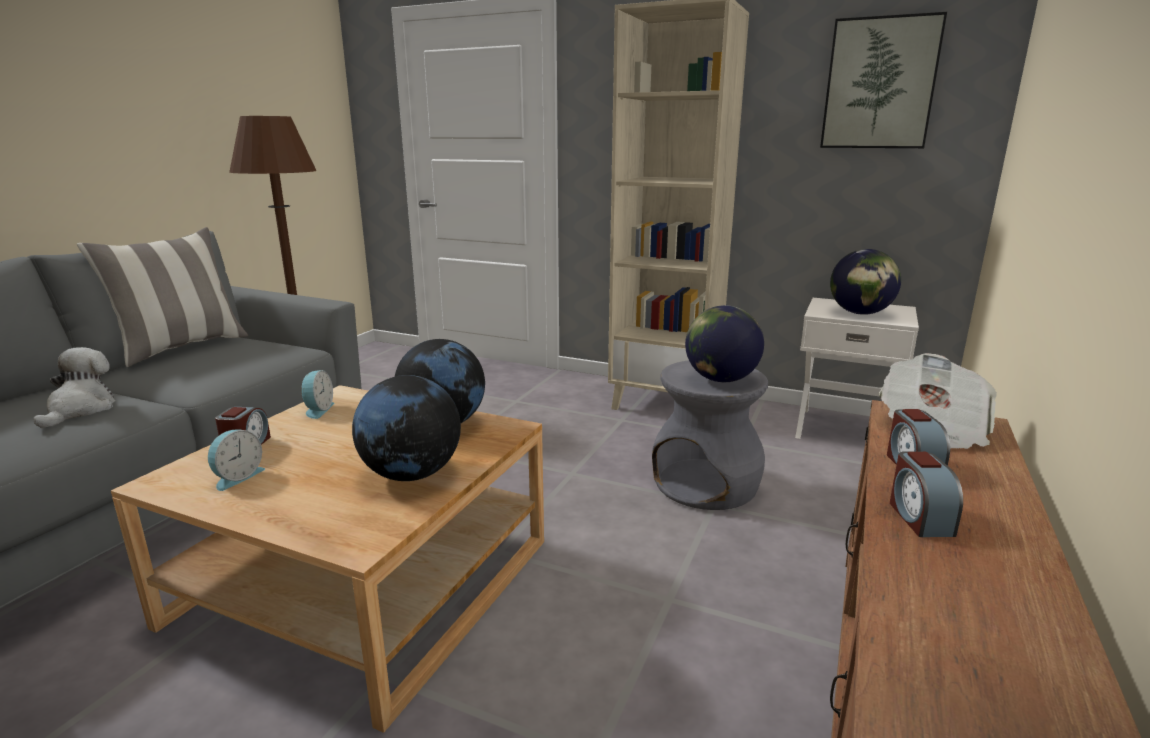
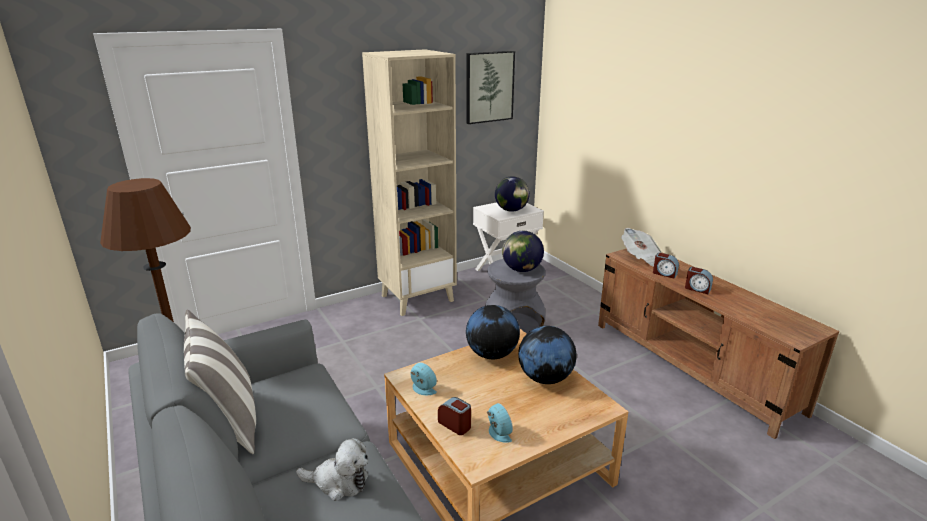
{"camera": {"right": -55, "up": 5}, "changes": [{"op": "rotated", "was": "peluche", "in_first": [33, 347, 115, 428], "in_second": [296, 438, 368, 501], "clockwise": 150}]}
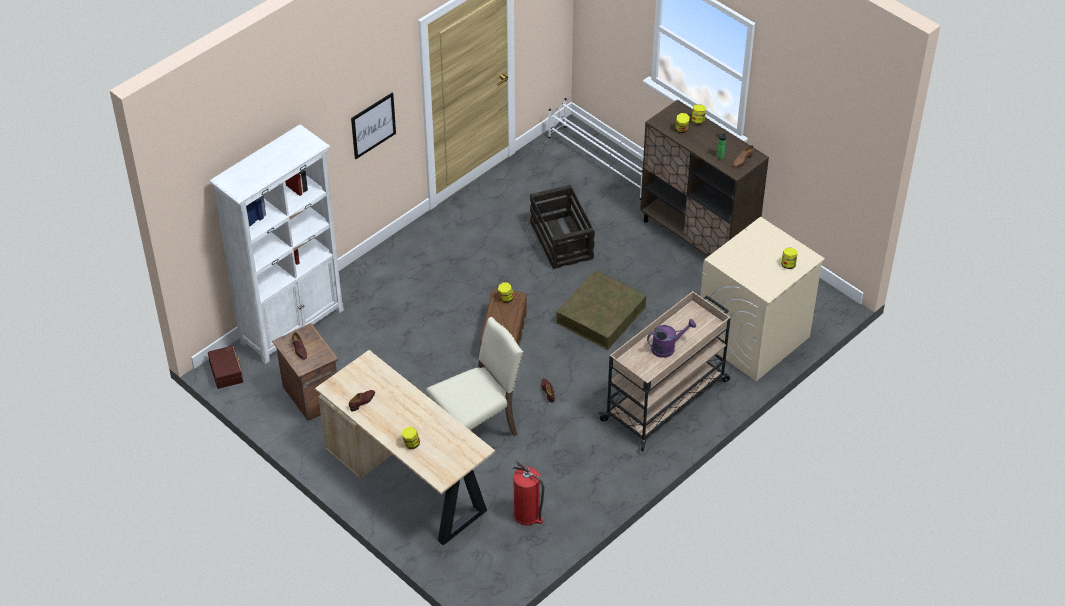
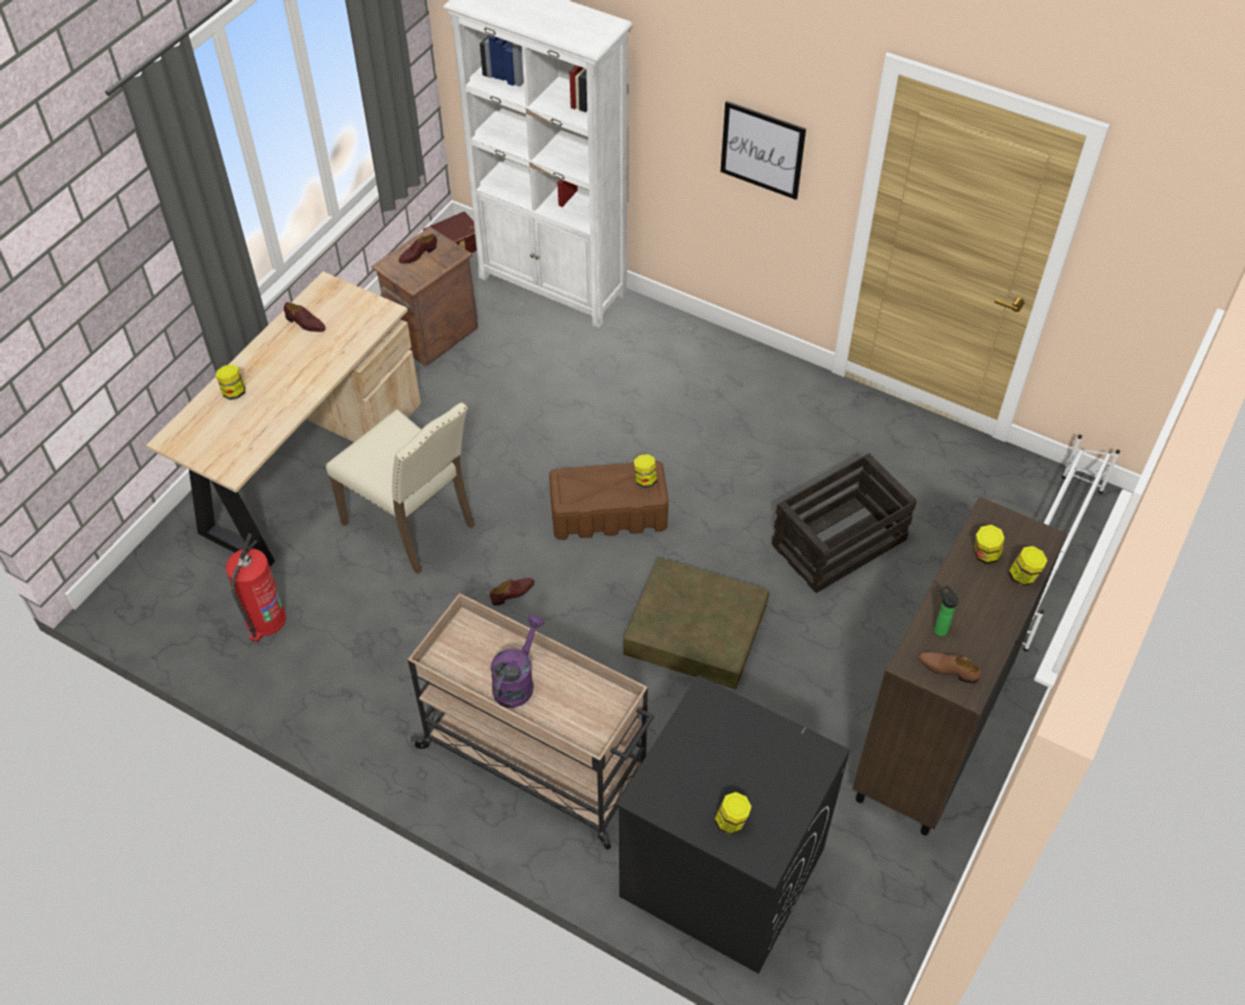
{"camera": {"right": 75, "up": 5}, "changes": [{"op": "rotated", "was": "arrosoir/violet", "in_first": [647, 319, 696, 358], "in_second": [490, 615, 544, 708], "clockwise": -120}, {"op": "repainted", "was": "lave-linge/beige", "now": "lave-linge/noir", "in_first": [700, 217, 825, 381], "in_second": [616, 675, 850, 974]}]}
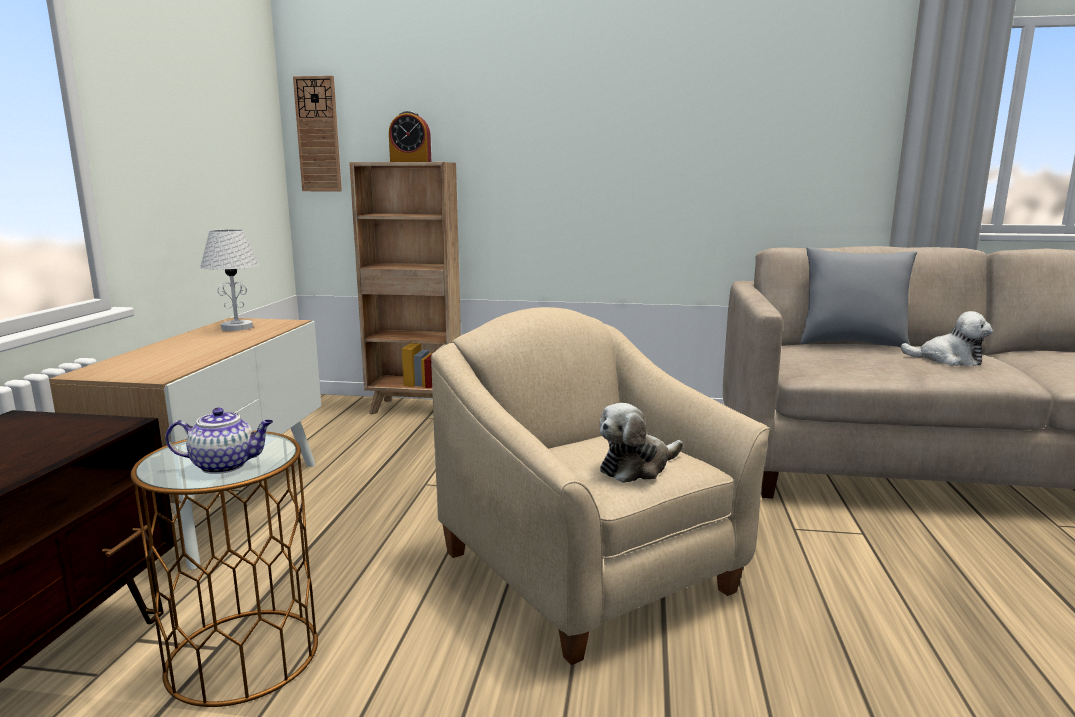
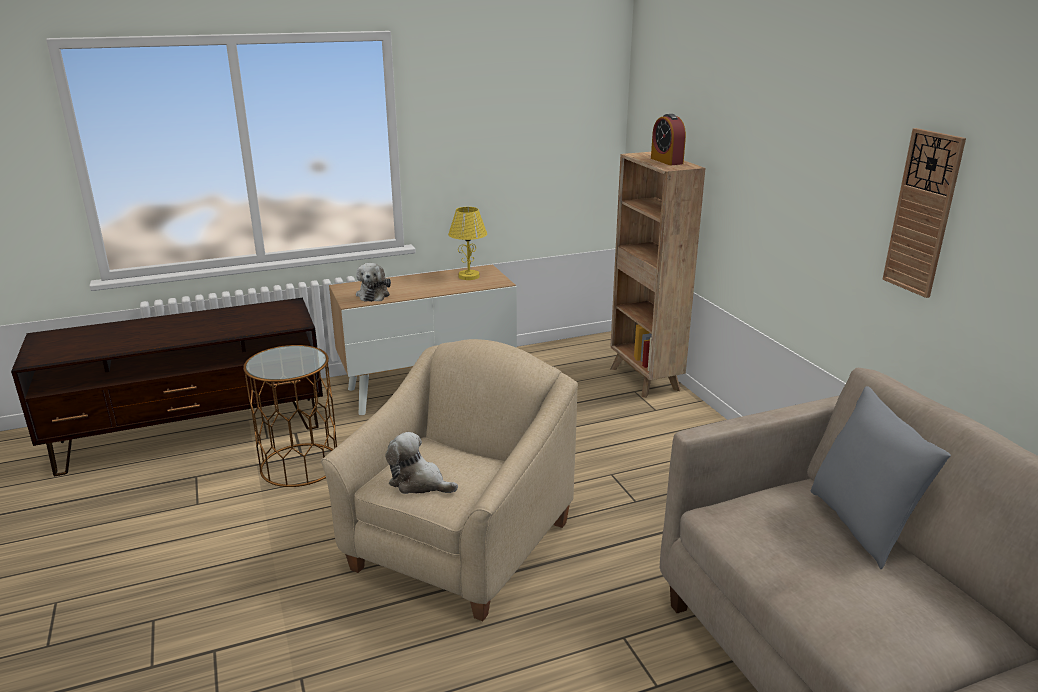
{"camera": {"right": 60, "up": 10}, "changes": [{"op": "gone", "was": "théière", "in_first": [165, 408, 273, 474]}, {"op": "repainted", "was": "lampe de table/blanc", "now": "lampe de table/jaune", "in_first": [200, 229, 260, 331], "in_second": [448, 207, 487, 280]}, {"op": "shifted", "was": "horloge murale", "in_first": [293, 76, 342, 191], "in_second": [883, 128, 966, 298]}, {"op": "shifted", "was": "peluche", "in_first": [901, 311, 993, 366], "in_second": [356, 263, 391, 302]}]}
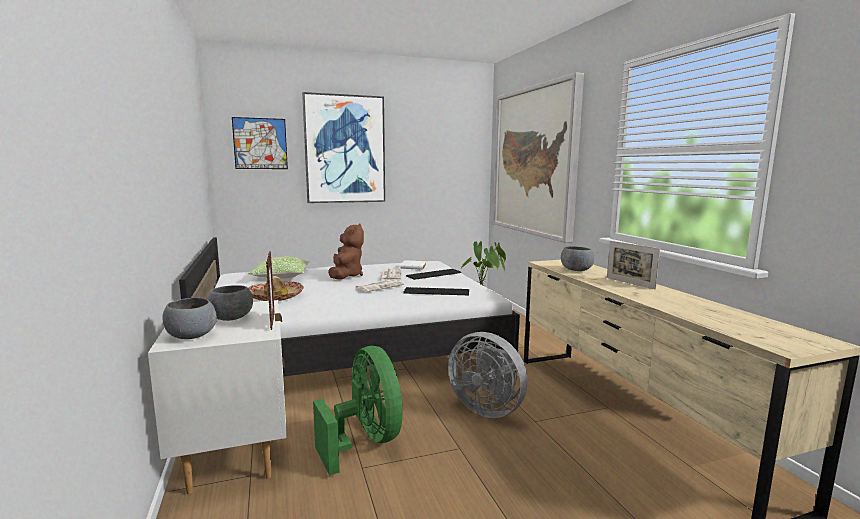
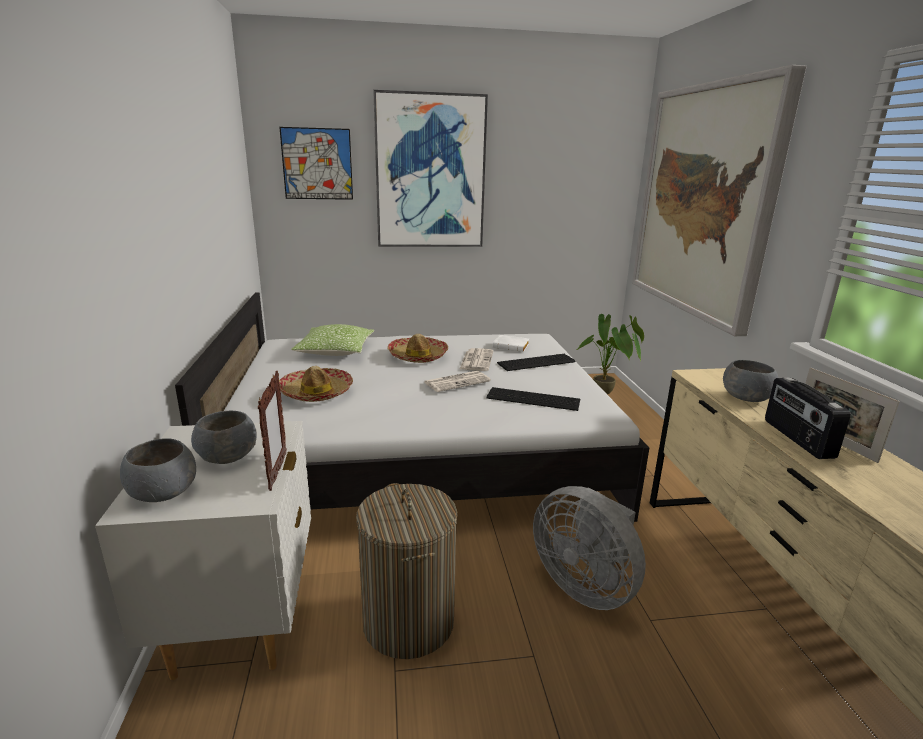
{"camera": {"right": 10, "up": 10}, "changes": [{"op": "swapped", "was": "ventilateur/vert", "now": "panier à linge", "in_first": [313, 346, 403, 476], "in_second": [356, 483, 457, 659]}, {"op": "swapped", "was": "peluche/marron", "now": "chapeau", "in_first": [328, 223, 364, 280], "in_second": [387, 334, 448, 363]}, {"op": "new", "now": "radio", "in_second": [765, 378, 851, 459]}]}
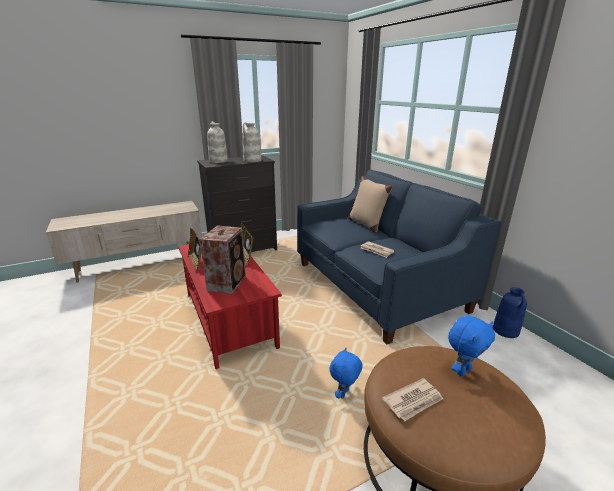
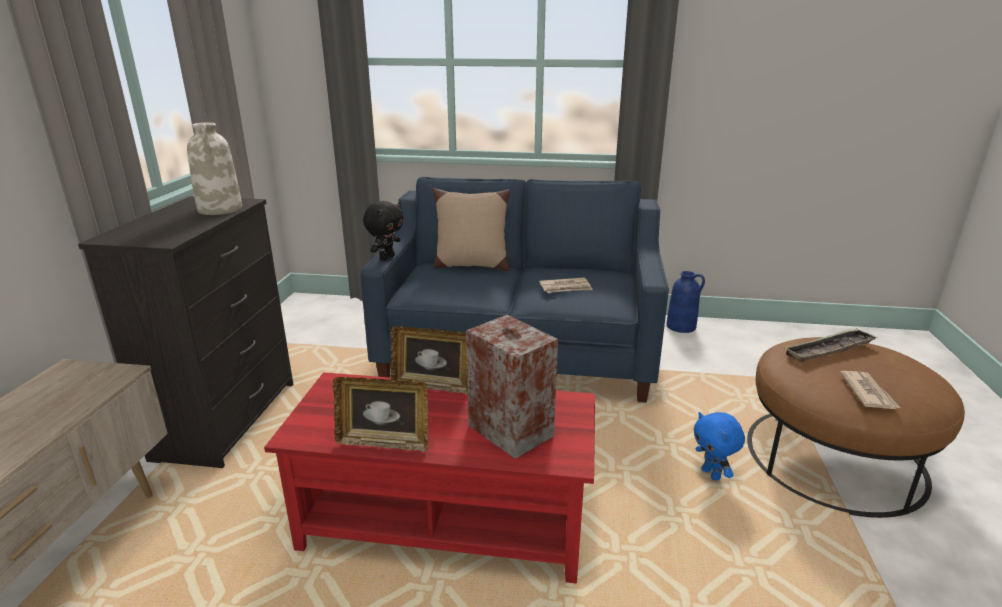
{"camera": {"right": -55, "up": 0}, "changes": [{"op": "gone", "was": "vase/blanc", "in_first": [207, 121, 228, 163]}, {"op": "swapped", "was": "peluche/bleu", "now": "plateau", "in_first": [448, 316, 495, 377], "in_second": [785, 328, 878, 362]}, {"op": "new", "now": "peluche/noir", "in_second": [363, 201, 404, 261]}]}
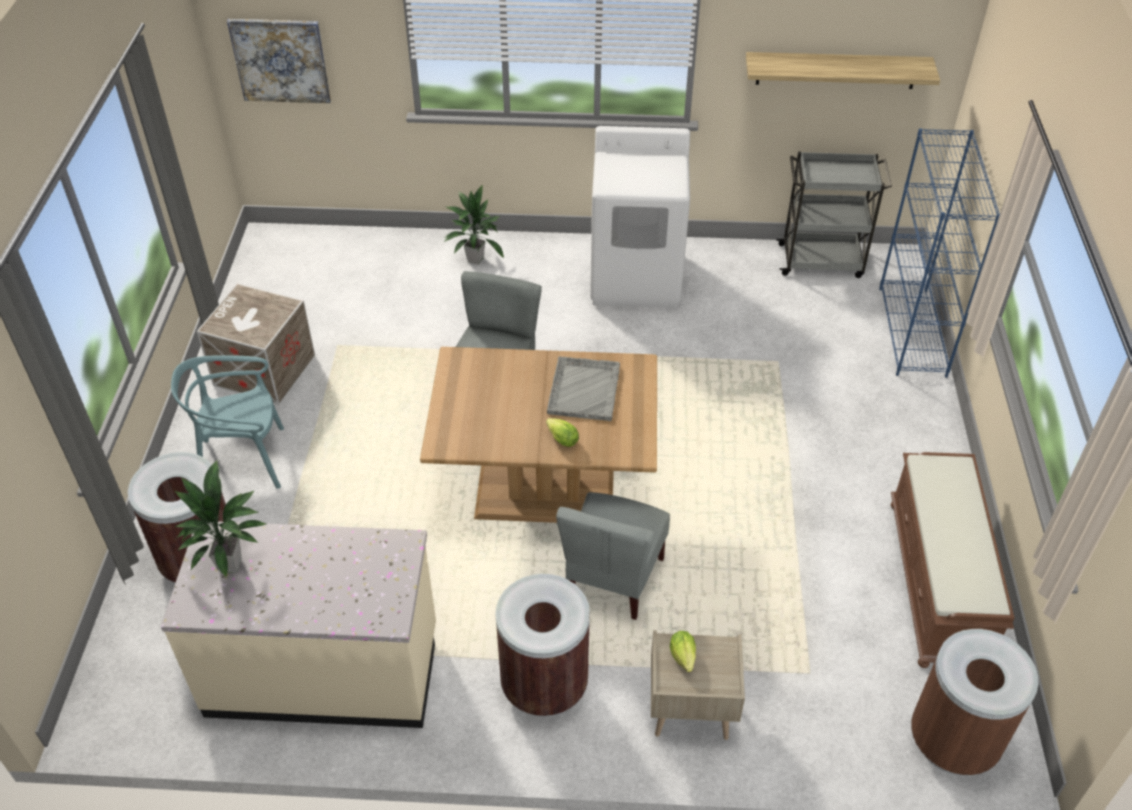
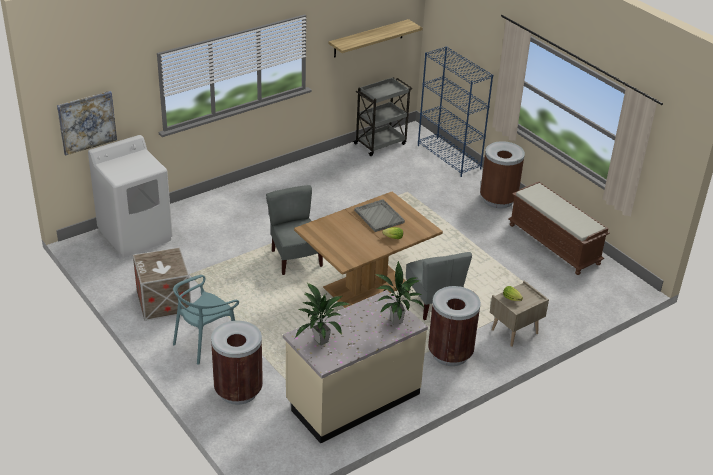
{"camera": {"right": -40, "up": -10}, "changes": [{"op": "shifted", "was": "plante en pot", "in_first": [444, 184, 504, 265], "in_second": [375, 261, 424, 324]}, {"op": "shifted", "was": "lave-linge/blanc", "in_first": [590, 126, 690, 308], "in_second": [88, 135, 173, 257]}, {"op": "shifted", "was": "poubelle/marron", "in_first": [911, 629, 1038, 775], "in_second": [480, 141, 525, 208]}]}
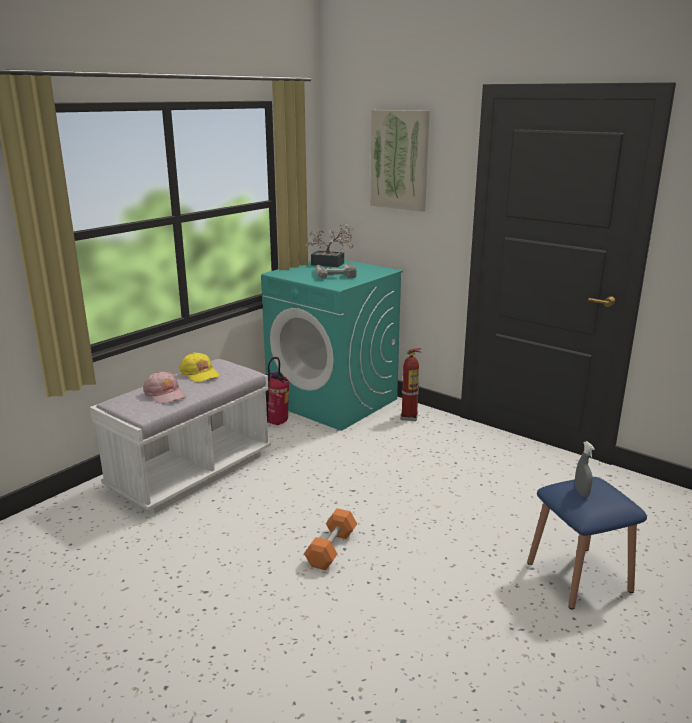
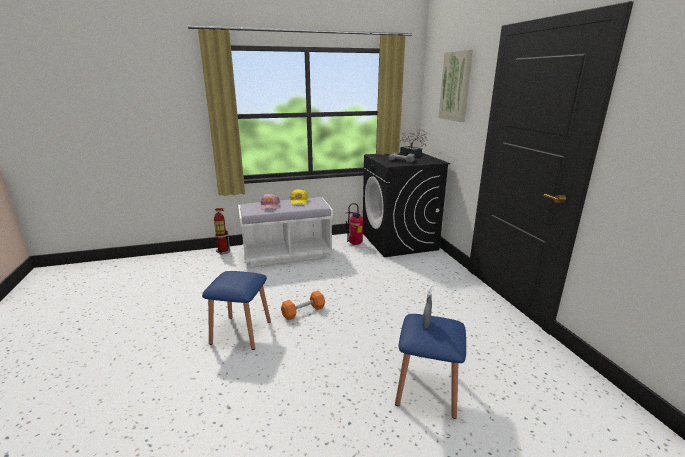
{"camera": {"right": 35, "up": 0}, "changes": [{"op": "repainted", "was": "lave-linge/turquoise", "now": "lave-linge/noir", "in_first": [261, 260, 403, 431], "in_second": [363, 153, 450, 257]}, {"op": "shifted", "was": "extincteur", "in_first": [400, 348, 422, 421], "in_second": [214, 208, 230, 255]}, {"op": "new", "now": "tabouret/bleu", "in_second": [202, 271, 271, 350]}]}
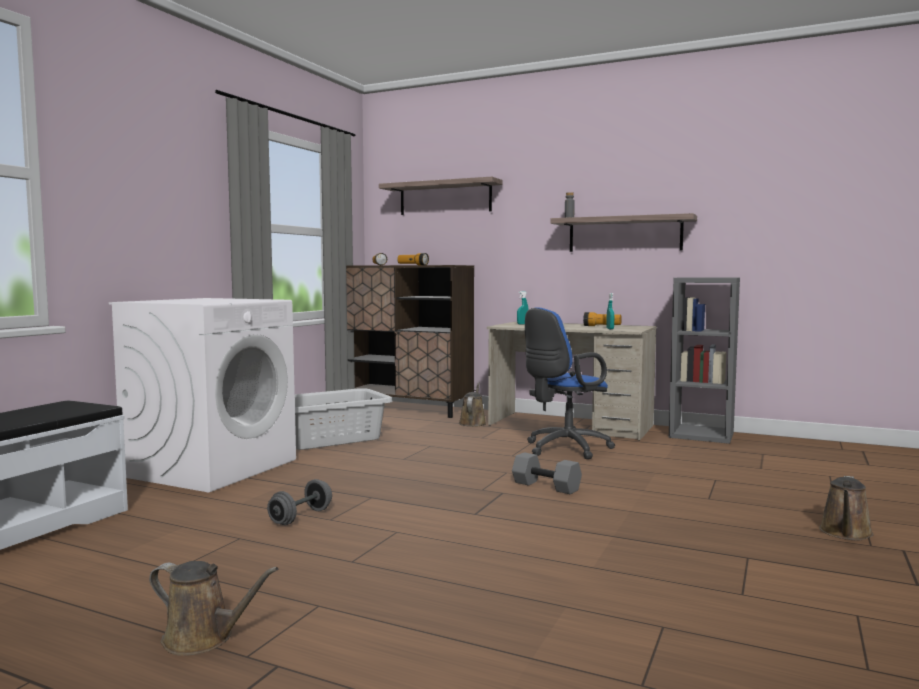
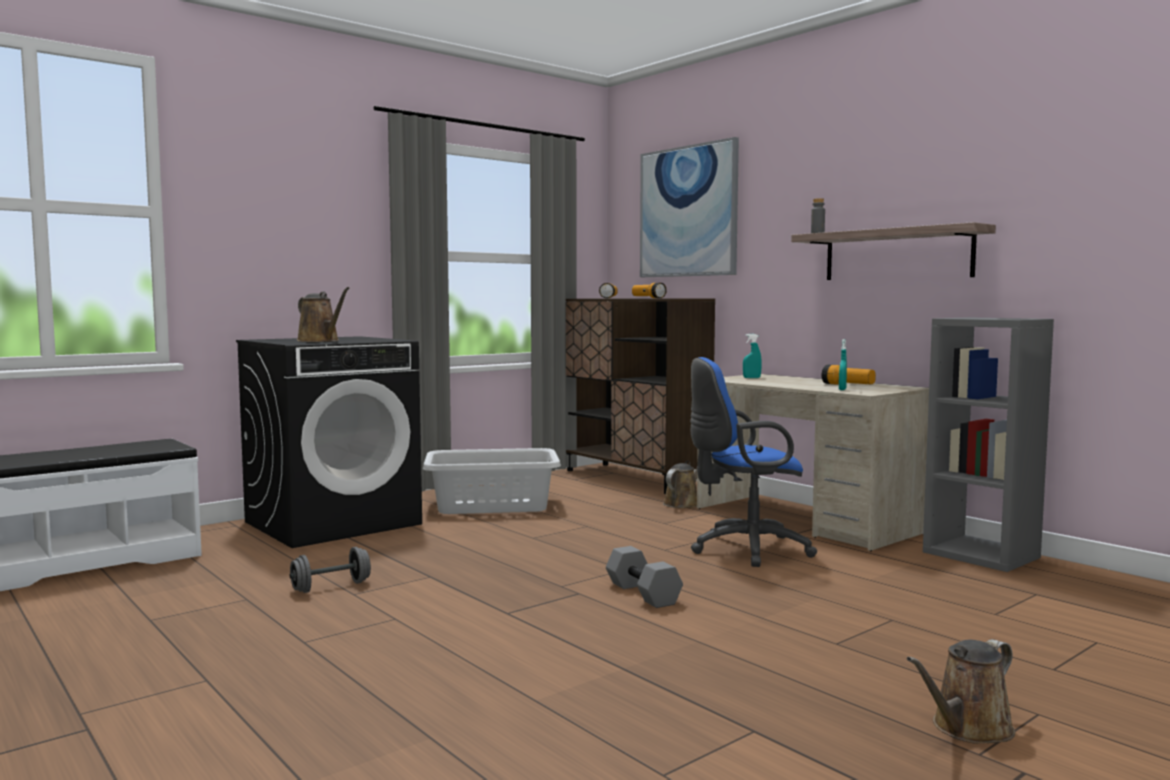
{"camera": {"right": 25, "up": 0}, "changes": [{"op": "repainted", "was": "lave-linge/blanc", "now": "lave-linge/noir", "in_first": [109, 298, 296, 493], "in_second": [236, 336, 422, 548]}, {"op": "shifted", "was": "arrosoir/marron", "in_first": [149, 561, 278, 656], "in_second": [297, 287, 350, 342]}, {"op": "swapped", "was": "étagère", "now": "tableau", "in_first": [379, 177, 502, 215], "in_second": [640, 137, 739, 277]}]}
